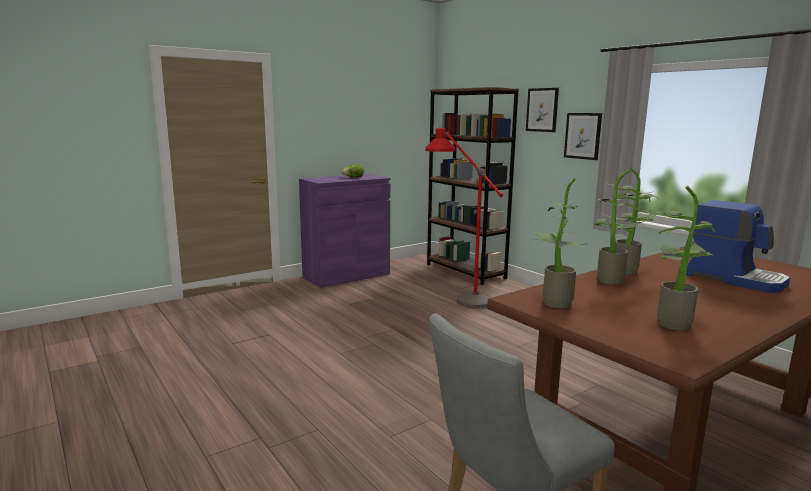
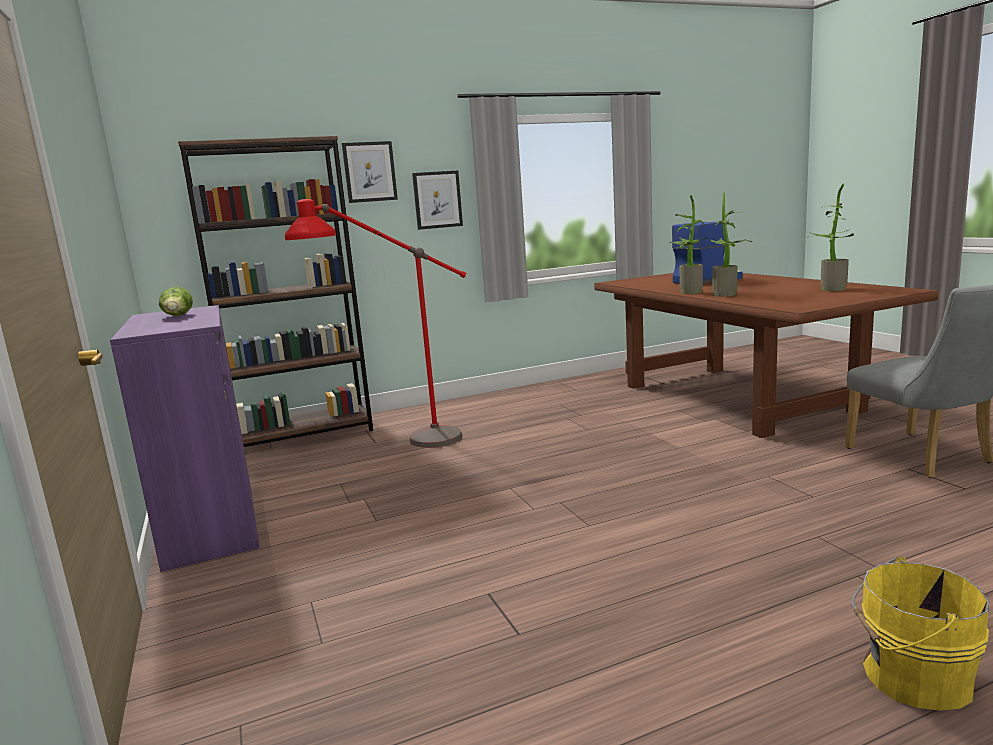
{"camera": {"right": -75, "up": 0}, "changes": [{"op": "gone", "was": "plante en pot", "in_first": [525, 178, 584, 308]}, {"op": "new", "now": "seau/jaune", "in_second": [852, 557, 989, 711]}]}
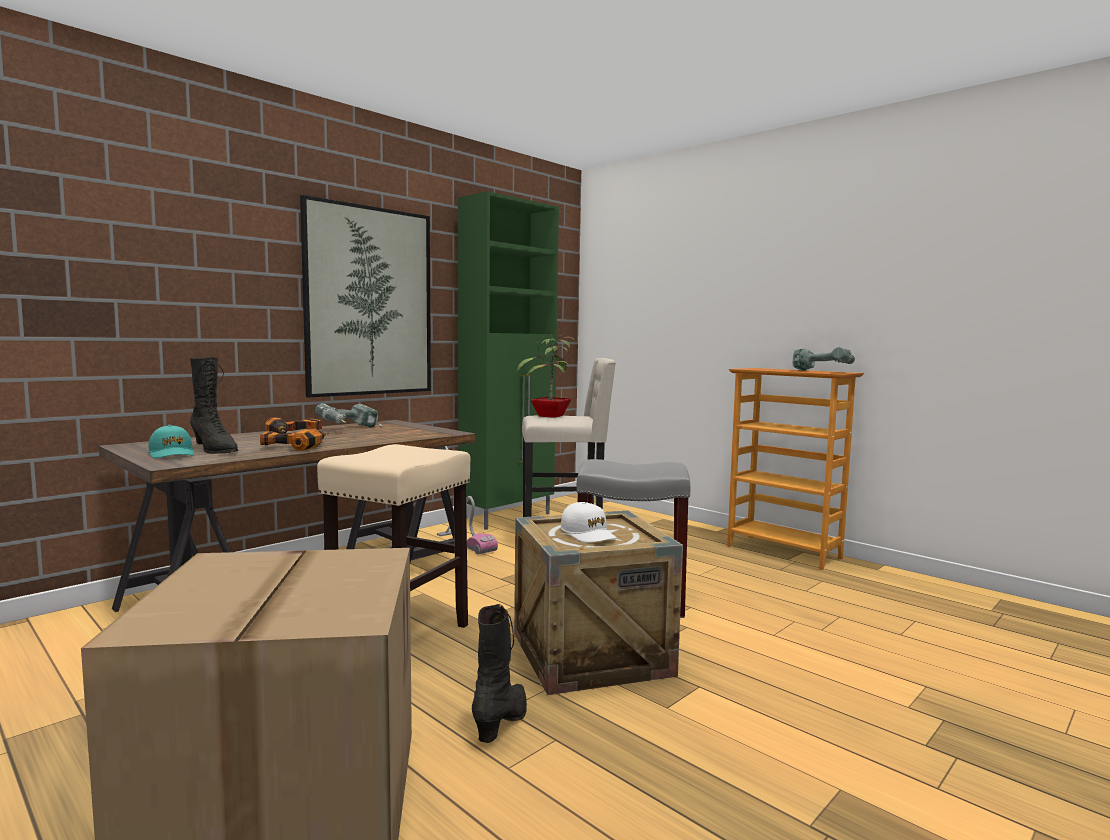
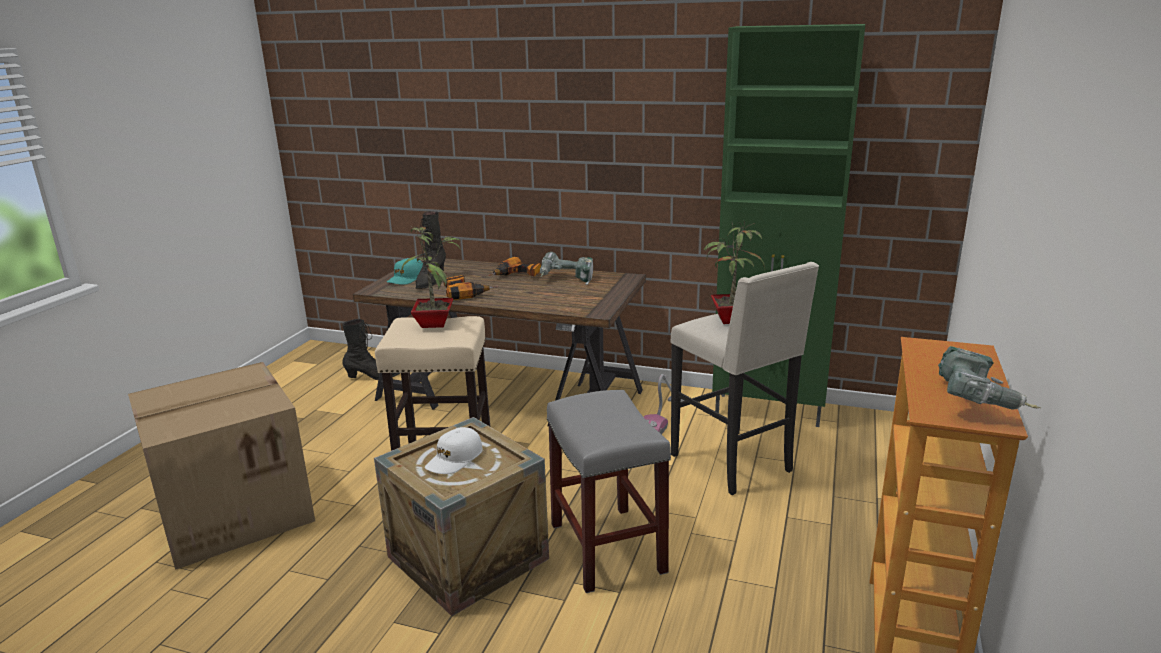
{"camera": {"right": 65, "up": 15}, "changes": [{"op": "gone", "was": "tableau", "in_first": [300, 195, 431, 397]}, {"op": "shifted", "was": "botte/noir", "in_first": [472, 604, 527, 743], "in_second": [342, 319, 400, 380]}, {"op": "new", "now": "plante en pot", "in_second": [401, 226, 460, 328]}]}
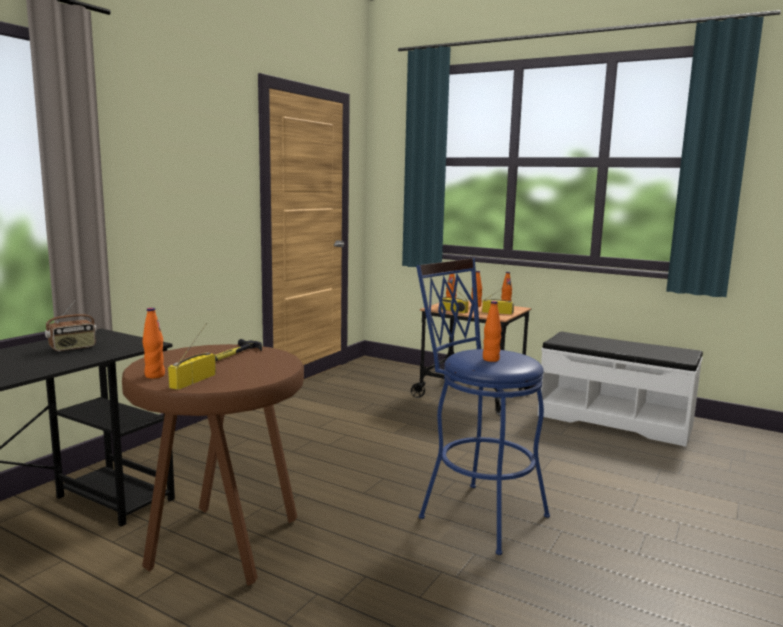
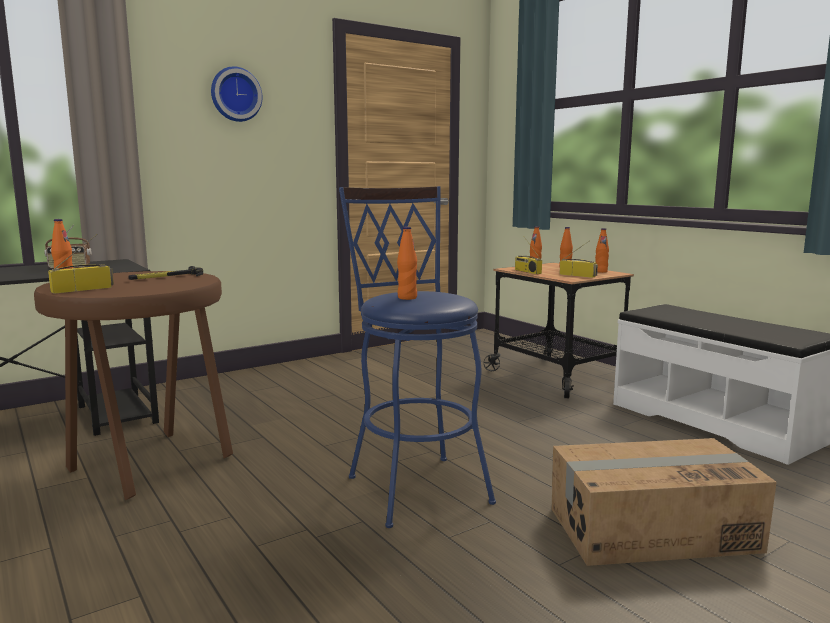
{"camera": {"right": 25, "up": 0}, "changes": [{"op": "new", "now": "horloge murale", "in_second": [211, 67, 262, 122]}, {"op": "new", "now": "carton", "in_second": [552, 438, 777, 566]}]}
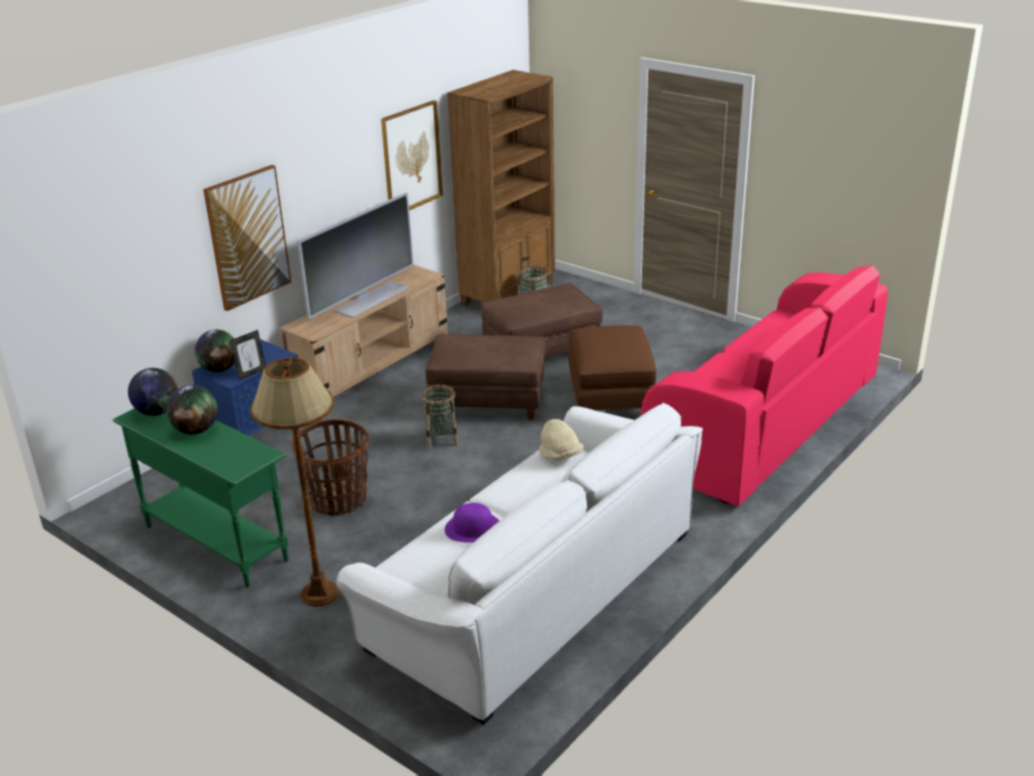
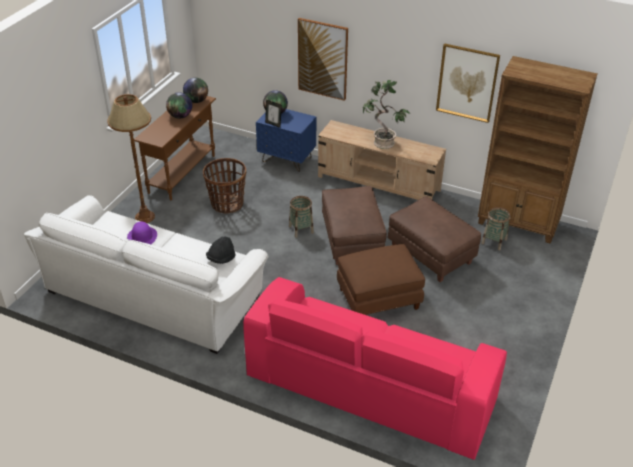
{"camera": {"right": 75, "up": 10}, "changes": [{"op": "repainted", "was": "table console/vert", "now": "table console/marron", "in_first": [113, 408, 289, 588], "in_second": [134, 96, 216, 201]}, {"op": "swapped", "was": "téléviseur", "now": "plante en pot", "in_first": [297, 192, 413, 319], "in_second": [363, 80, 410, 149]}, {"op": "repainted", "was": "chapeau/beige", "now": "chapeau/noir", "in_first": [539, 419, 584, 460], "in_second": [206, 236, 235, 264]}]}
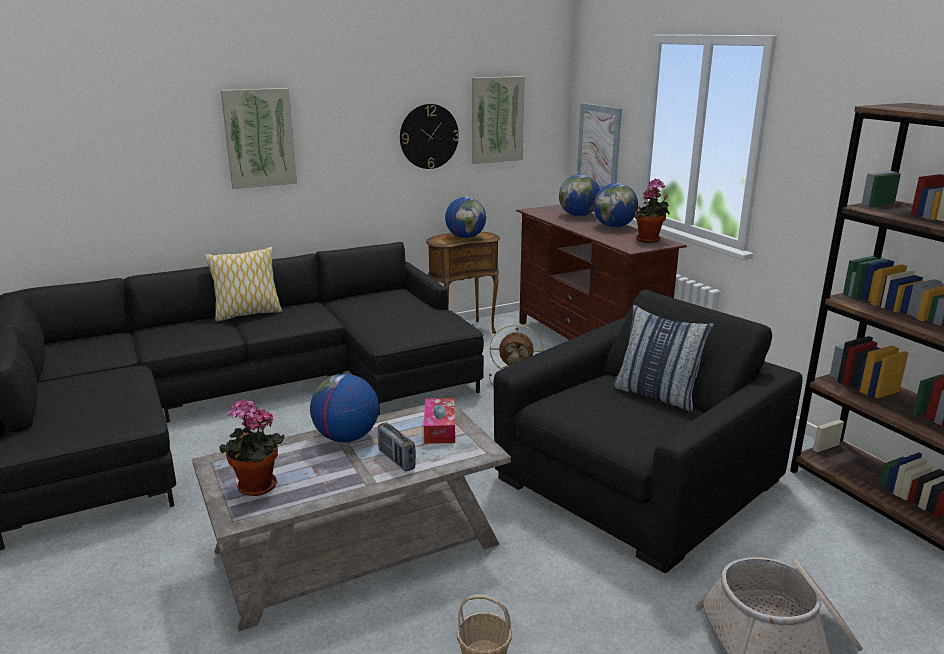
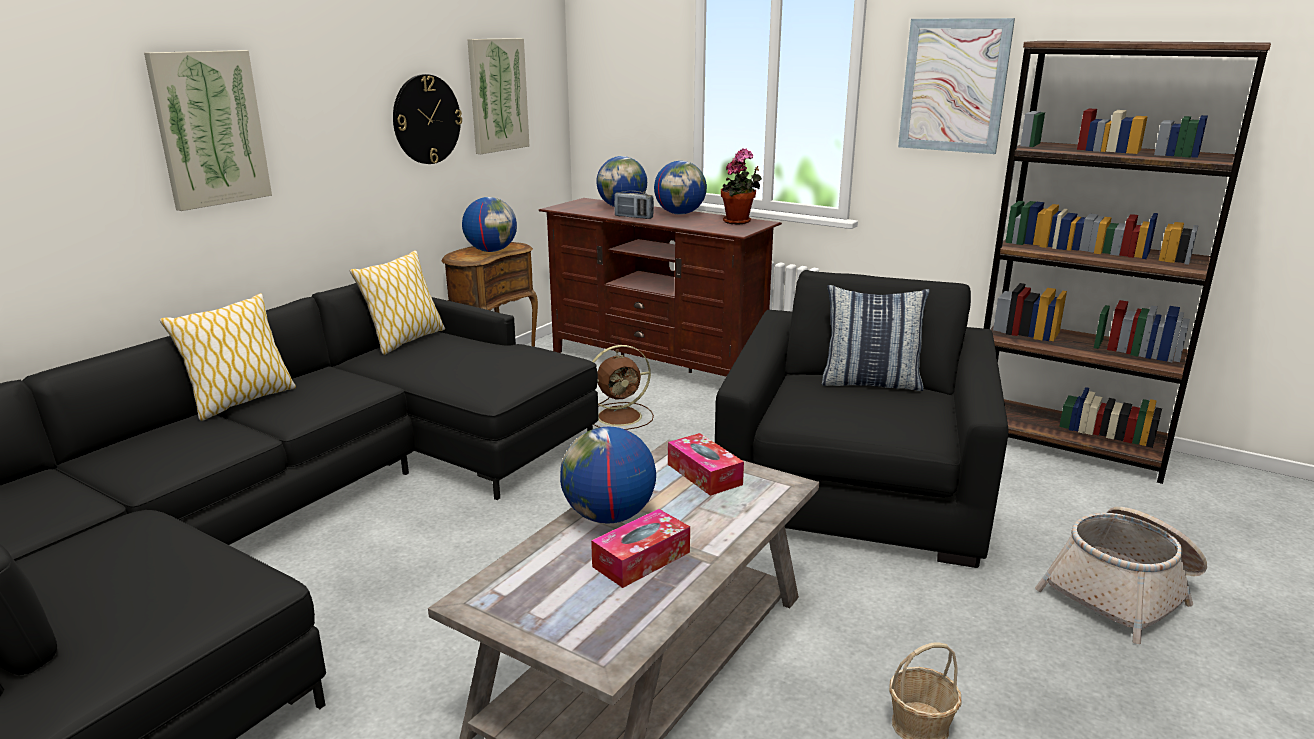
{"camera": {"right": -30, "up": 0}, "changes": [{"op": "gone", "was": "plante en pot", "in_first": [219, 400, 285, 496]}, {"op": "shifted", "was": "radio", "in_first": [378, 422, 416, 472], "in_second": [614, 191, 654, 219]}, {"op": "shifted", "was": "tableau", "in_first": [577, 103, 622, 190], "in_second": [898, 18, 1015, 154]}, {"op": "new", "now": "coussin", "in_second": [350, 250, 445, 355]}, {"op": "new", "now": "boîte à mouchoirs", "in_second": [591, 509, 690, 588]}]}
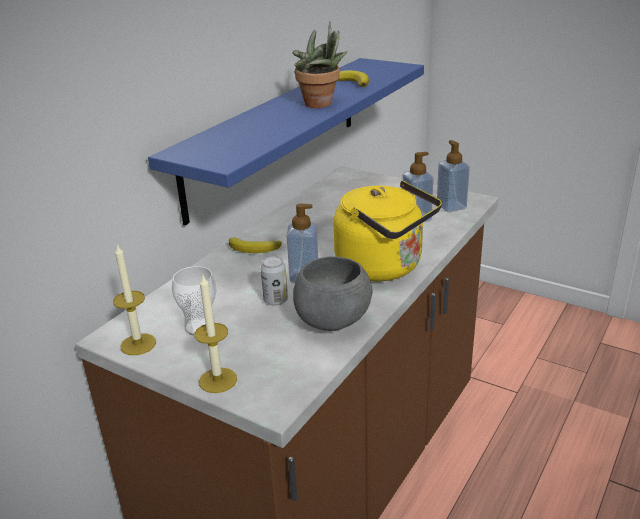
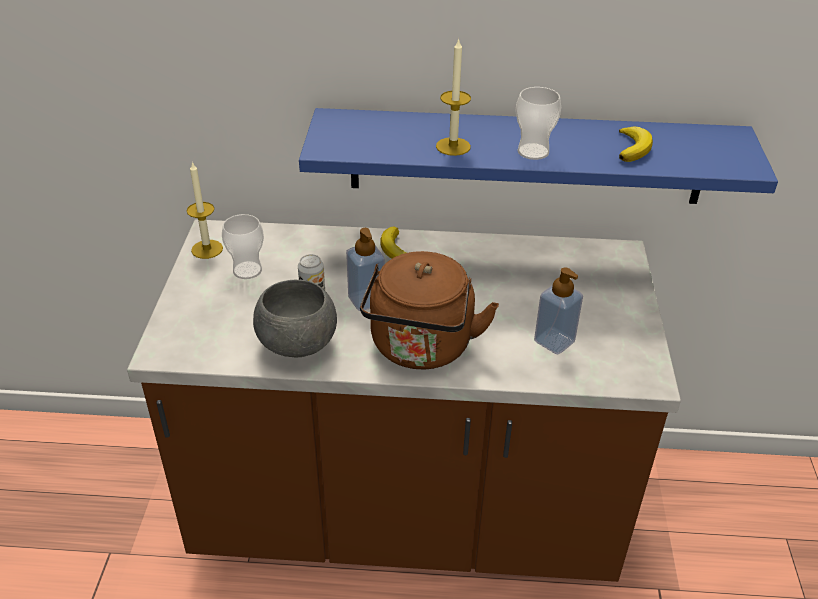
{"camera": {"right": 60, "up": 10}, "changes": [{"op": "shifted", "was": "bougie", "in_first": [194, 276, 237, 393], "in_second": [436, 38, 471, 156]}, {"op": "swapped", "was": "plante en pot", "now": "tasse", "in_first": [292, 21, 348, 108], "in_second": [515, 87, 561, 160]}, {"op": "repainted", "was": "bouilloire/jaune", "now": "bouilloire/marron", "in_first": [334, 181, 442, 281], "in_second": [360, 251, 499, 369]}, {"op": "gone", "was": "distributeur de savon", "in_first": [437, 140, 470, 212]}]}
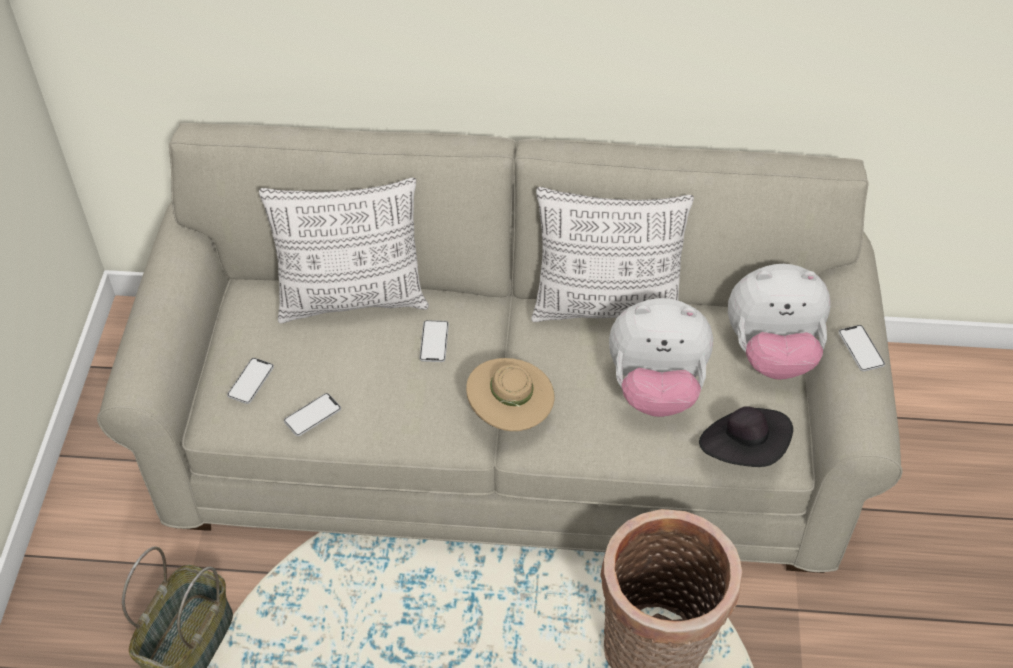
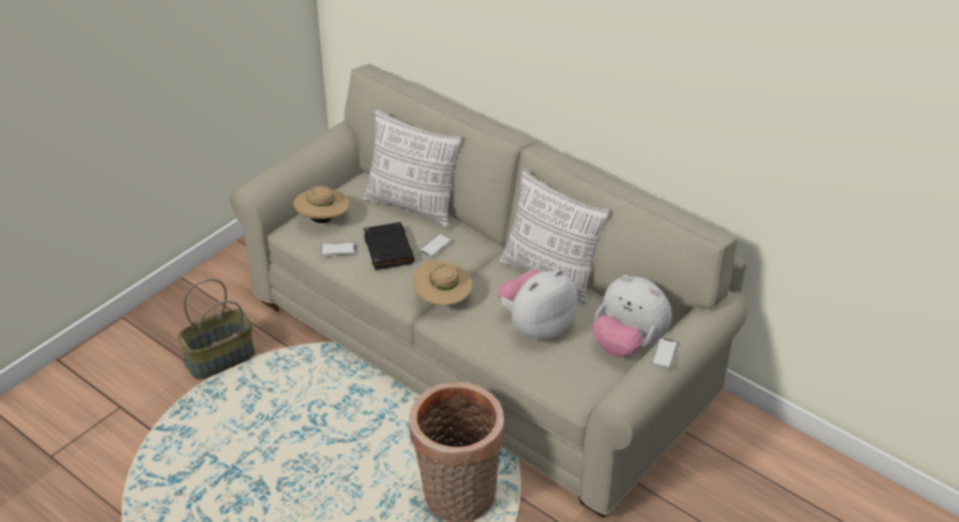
{"camera": {"right": 35, "up": -10}, "changes": [{"op": "swapped", "was": "téléphone", "now": "chapeau/beige", "in_first": [227, 358, 274, 404], "in_second": [293, 186, 349, 223]}, {"op": "rotated", "was": "peluche", "in_first": [609, 298, 713, 417], "in_second": [498, 269, 577, 340], "clockwise": 105}, {"op": "gone", "was": "chapeau/noir", "in_first": [699, 406, 793, 467]}, {"op": "new", "now": "livre/noir", "in_second": [364, 222, 415, 270]}]}
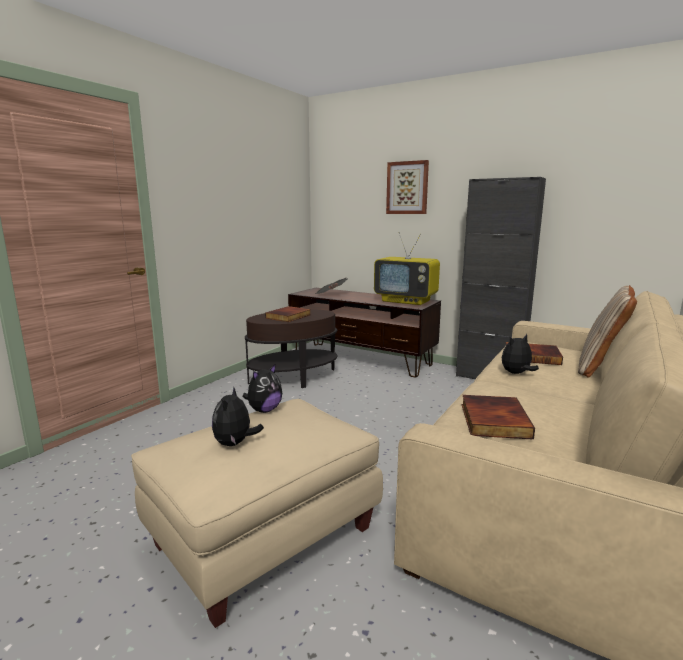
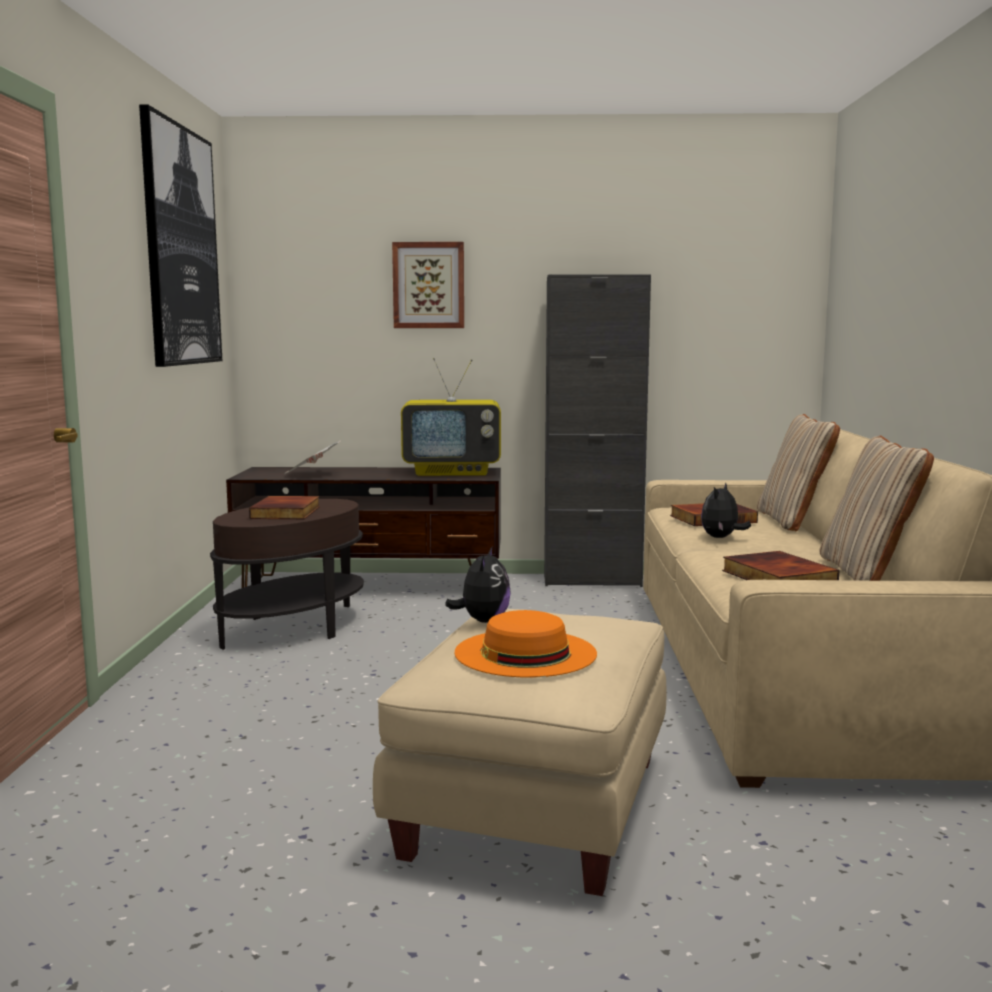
{"camera": {"right": -30, "up": -5}, "changes": [{"op": "swapped", "was": "peluche", "now": "chapeau/orange", "in_first": [212, 387, 264, 446], "in_second": [454, 610, 597, 677]}, {"op": "new", "now": "tableau", "in_second": [139, 105, 222, 367]}, {"op": "new", "now": "coussin/beige", "in_second": [820, 436, 934, 581]}]}
